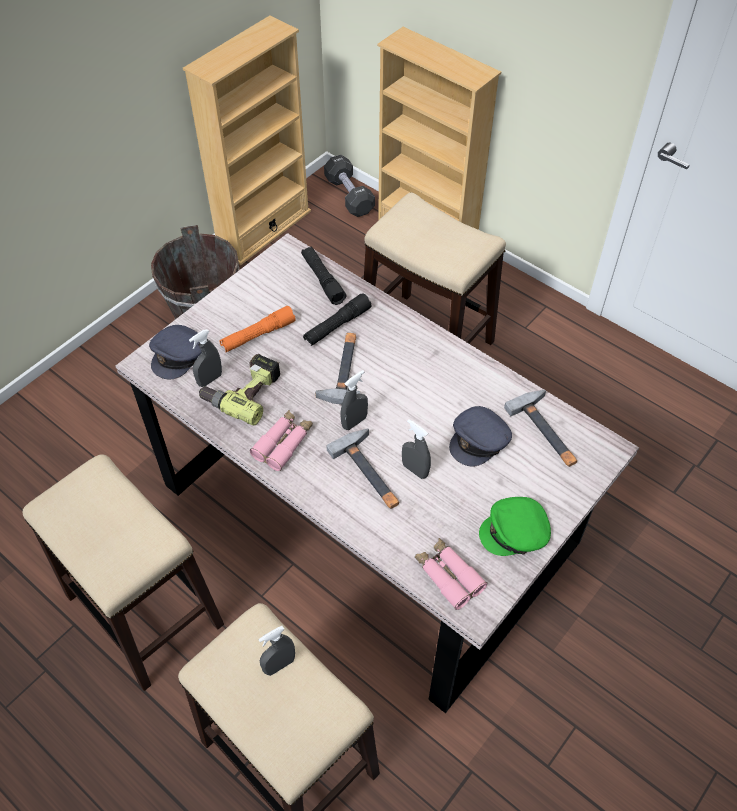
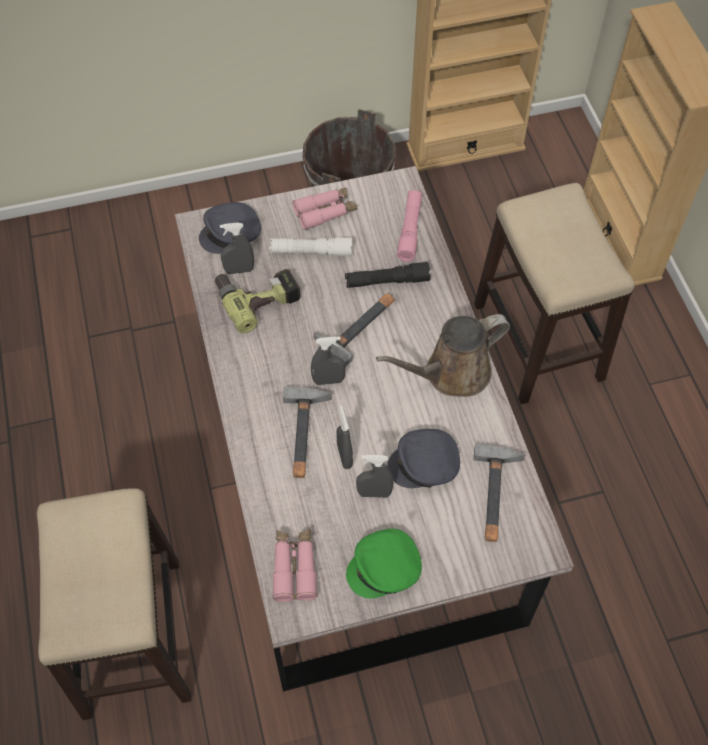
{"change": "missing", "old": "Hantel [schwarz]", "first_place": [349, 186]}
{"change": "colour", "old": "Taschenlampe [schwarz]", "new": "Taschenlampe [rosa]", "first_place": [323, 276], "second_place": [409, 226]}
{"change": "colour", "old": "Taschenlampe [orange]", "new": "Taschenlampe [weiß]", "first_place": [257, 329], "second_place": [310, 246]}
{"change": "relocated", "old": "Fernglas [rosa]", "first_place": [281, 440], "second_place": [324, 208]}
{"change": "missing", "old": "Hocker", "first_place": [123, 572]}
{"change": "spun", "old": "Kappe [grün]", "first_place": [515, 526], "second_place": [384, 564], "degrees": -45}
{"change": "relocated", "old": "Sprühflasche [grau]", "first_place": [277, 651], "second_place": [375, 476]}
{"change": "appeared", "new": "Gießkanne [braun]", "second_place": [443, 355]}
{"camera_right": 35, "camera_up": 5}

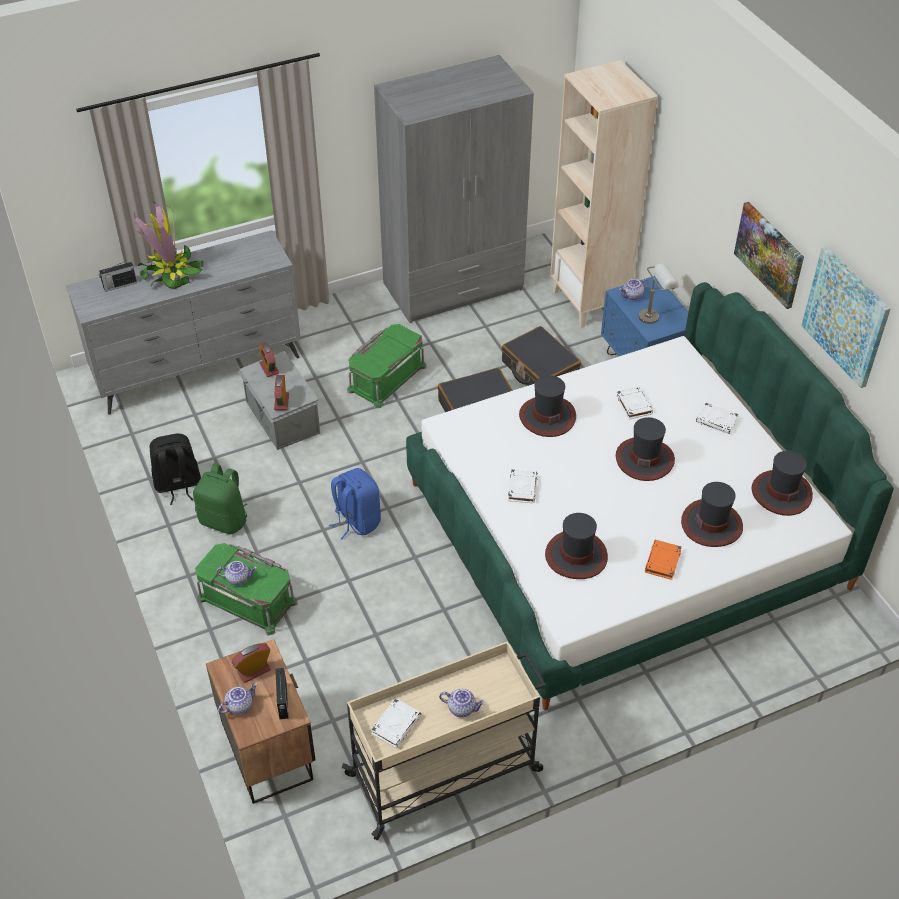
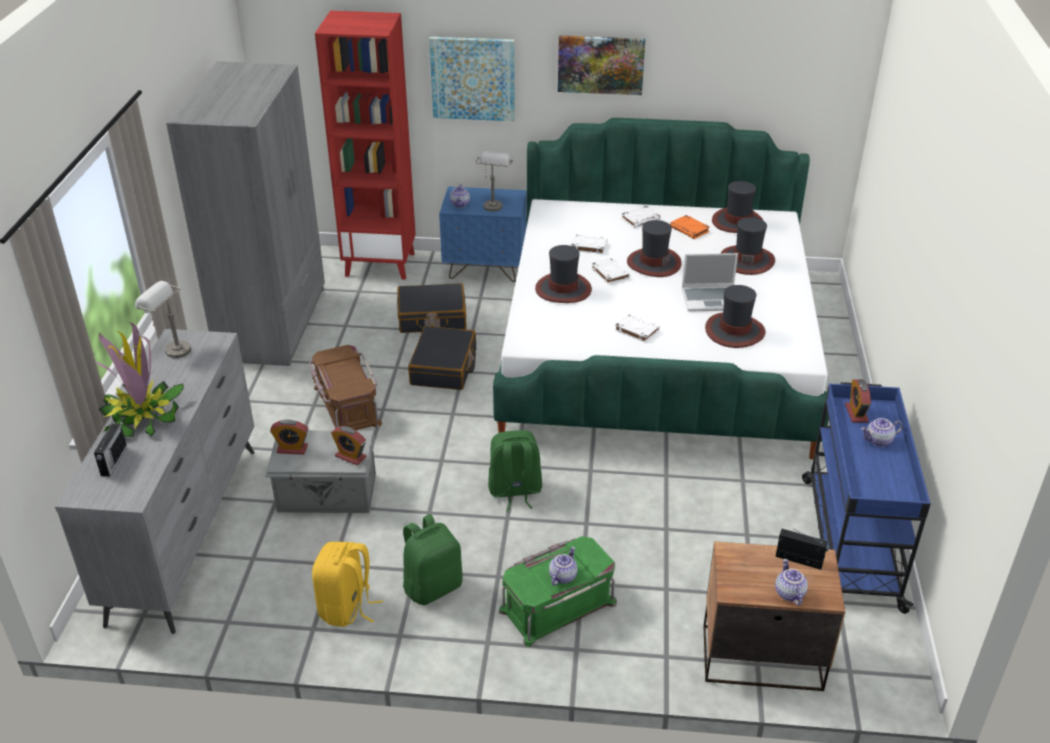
{"change": "colour", "old": "Bücherregal [beige]", "new": "Bücherregal [rot]", "first_place": [604, 194], "second_place": [365, 145]}
{"change": "relocated", "old": "Bild", "first_place": [846, 317], "second_place": [472, 79]}
{"change": "colour", "old": "Aufbewahrungsbox [grün]", "new": "Aufbewahrungsbox [braun]", "first_place": [387, 366], "second_place": [345, 387]}
{"change": "colour", "old": "Rucksack [schwarz]", "new": "Rucksack [gelb]", "first_place": [175, 469], "second_place": [347, 584]}
{"change": "colour", "old": "Rucksack [blau]", "new": "Rucksack [grün]", "first_place": [355, 503], "second_place": [515, 470]}
{"change": "relocated", "old": "Buch [orange]", "first_place": [663, 560], "second_place": [690, 227]}
{"change": "colour", "old": "Rollwagen [beige]", "new": "Rollwagen [blau]", "first_place": [444, 740], "second_place": [866, 498]}
{"change": "relocated", "old": "Wecker", "first_place": [251, 663], "second_place": [858, 401]}
{"change": "spun", "old": "Teekanne", "first_place": [462, 703], "second_place": [882, 432], "degrees": -150}
{"change": "relocated", "old": "Buch [weiß]", "first_place": [396, 723], "second_place": [610, 271]}
{"change": "appeared", "new": "Laptop", "second_place": [710, 282]}
{"change": "appeared", "new": "Tischlampe [grau]", "second_place": [163, 319]}
{"camera_right": -60, "camera_up": -10}

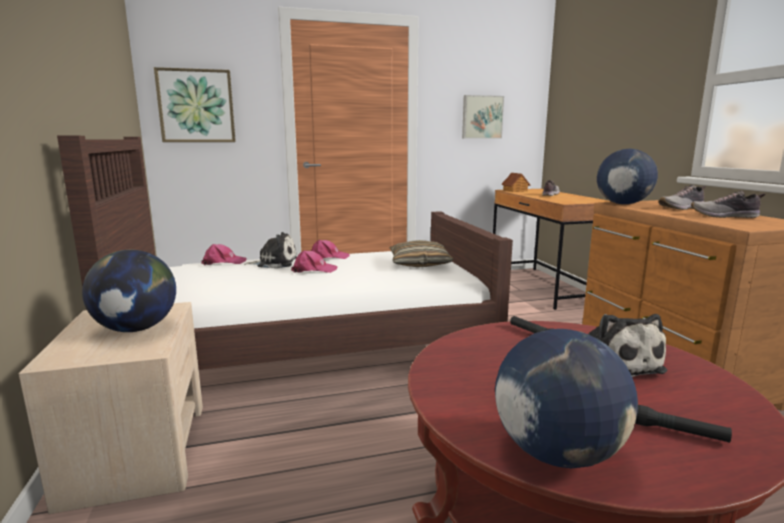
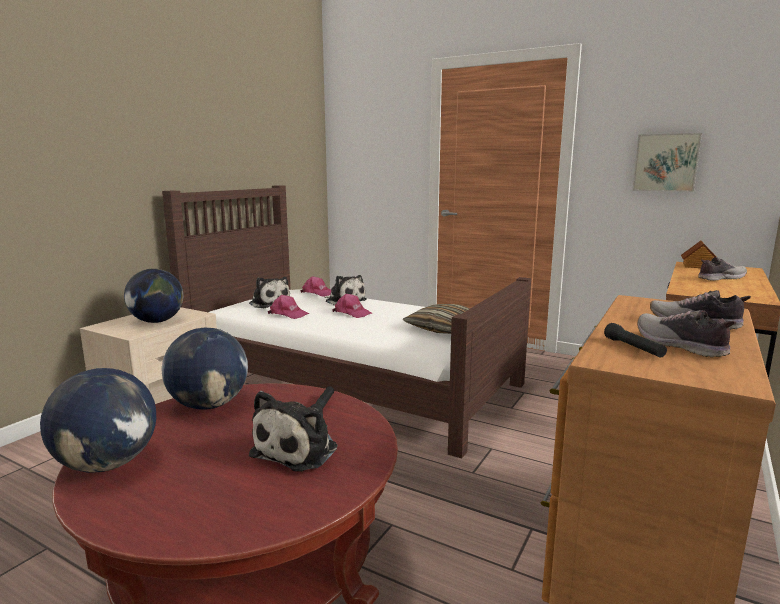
{"change": "missing", "old": "Bild", "first_place": [195, 104]}
{"change": "relocated", "old": "Globus", "first_place": [627, 176], "second_place": [205, 369]}
{"change": "relocated", "old": "Kappe [rosa]", "first_place": [330, 249], "second_place": [289, 307]}
{"change": "relocated", "old": "Taschenlampe [schwarz]", "first_place": [683, 424], "second_place": [635, 340]}
{"change": "appeared", "new": "Plüschtier", "second_place": [269, 292]}
{"camera_right": 45, "camera_up": 0}

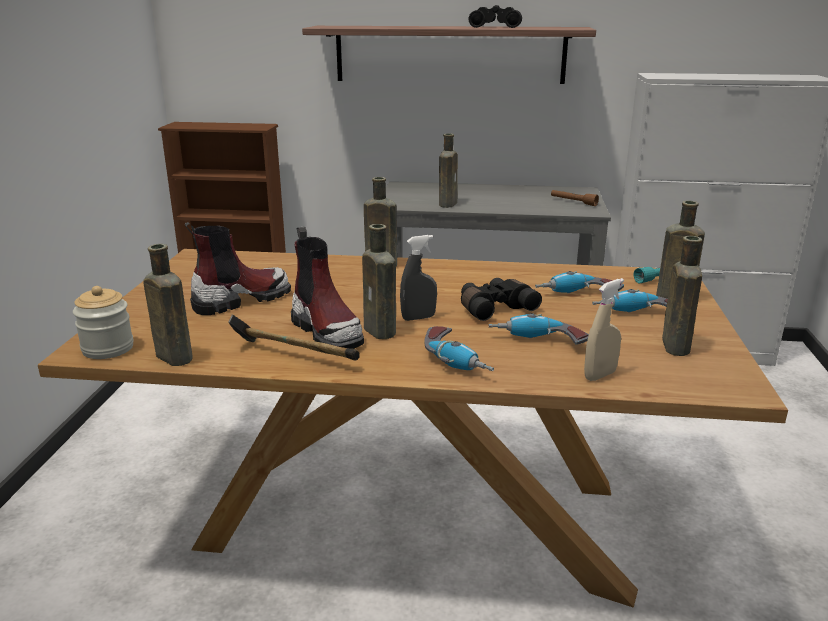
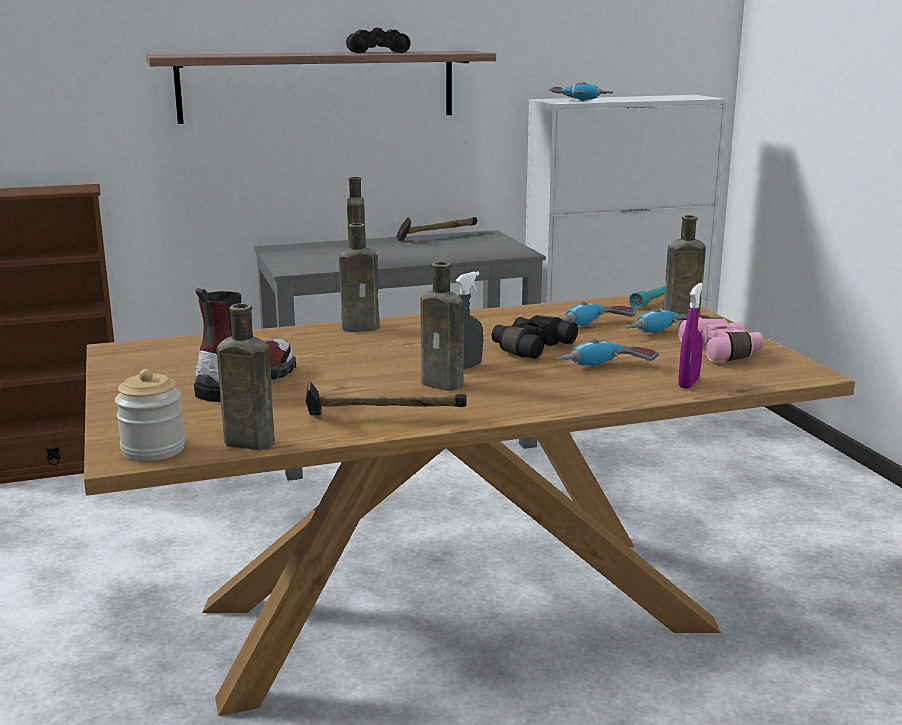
{"change": "missing", "old": "Taschenlampe [braun]", "first_place": [575, 198]}
{"change": "missing", "old": "Stiefel", "first_place": [327, 287]}
{"change": "exchanged", "old": "Flasche [braun]", "new": "Fernglas [rosa]", "first_place": [682, 296], "second_place": [721, 339]}
{"change": "colour", "old": "Sprühflasche [beige]", "new": "Sprühflasche [lila]", "first_place": [604, 329], "second_place": [691, 336]}
{"change": "relocated", "old": "Bohrmaschine", "first_place": [459, 348], "second_place": [581, 91]}
{"change": "appeared", "new": "Hammer", "second_place": [436, 229]}
{"camera_right": -25, "camera_up": -5}

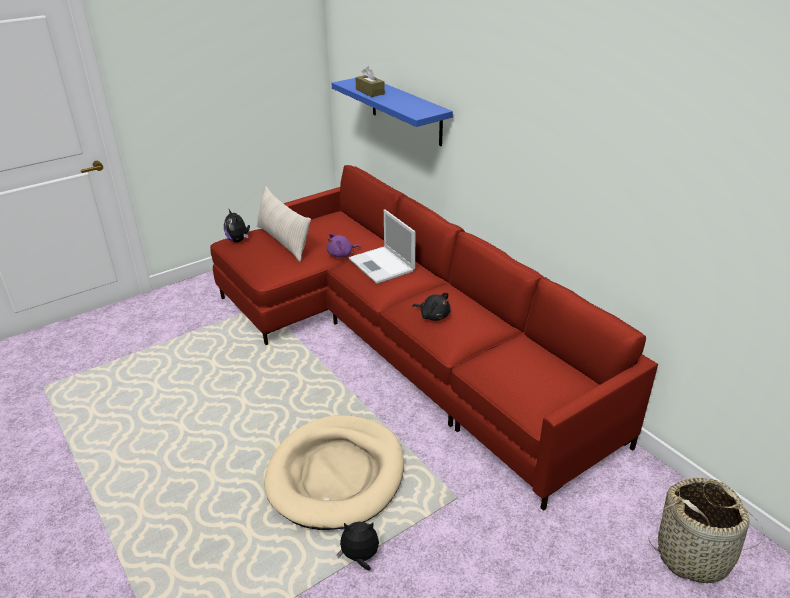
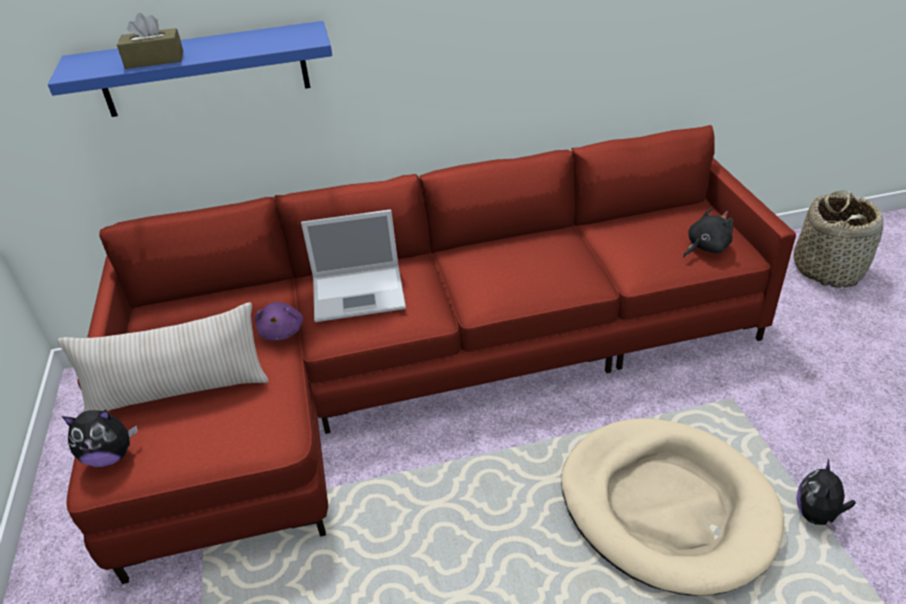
{"change": "relocated", "old": "Plüschtier [schwarz]", "first_place": [431, 307], "second_place": [708, 232]}
{"camera_right": -65, "camera_up": 5}

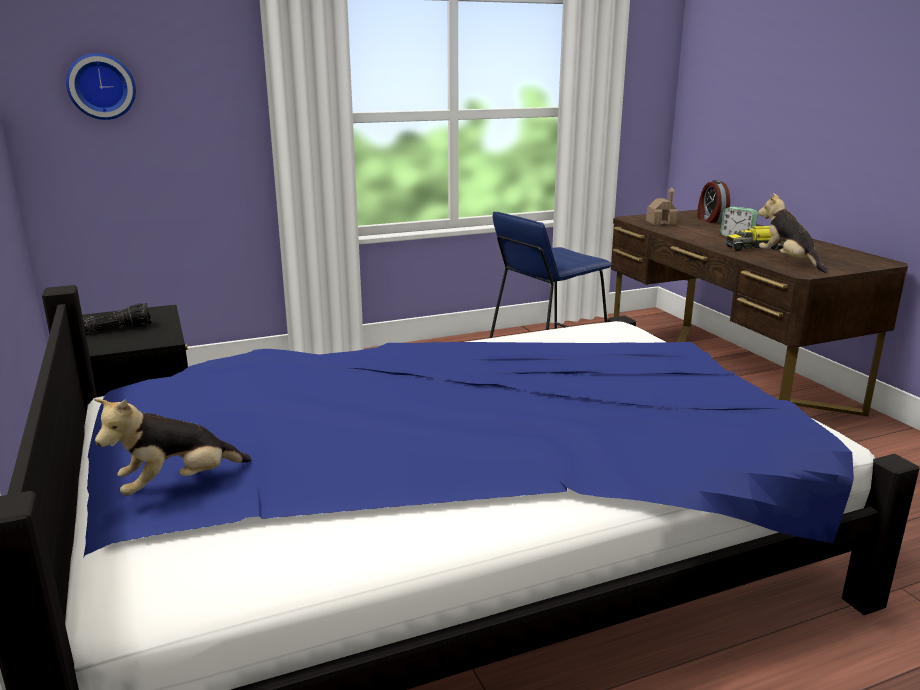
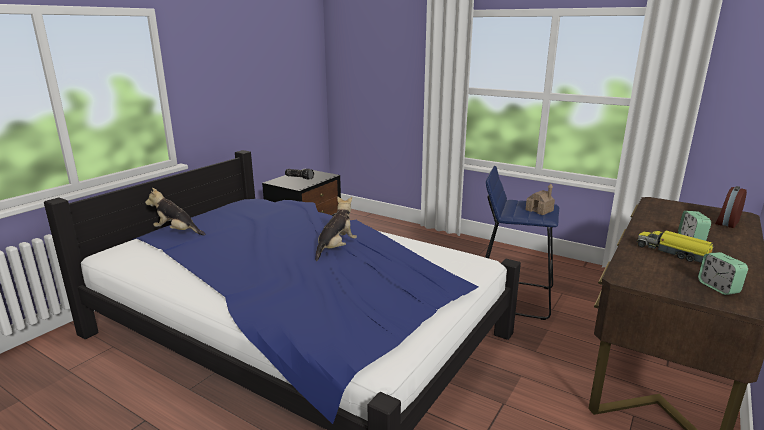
{"change": "missing", "old": "Wanduhr", "first_place": [101, 86]}
{"change": "relocated", "old": "Spielzeughaus", "first_place": [662, 206], "second_place": [540, 199]}
{"change": "relocated", "old": "Plüschtier", "first_place": [793, 233], "second_place": [336, 228]}
{"change": "appeared", "new": "Wecker", "second_place": [723, 273]}
{"camera_right": 55, "camera_up": 0}

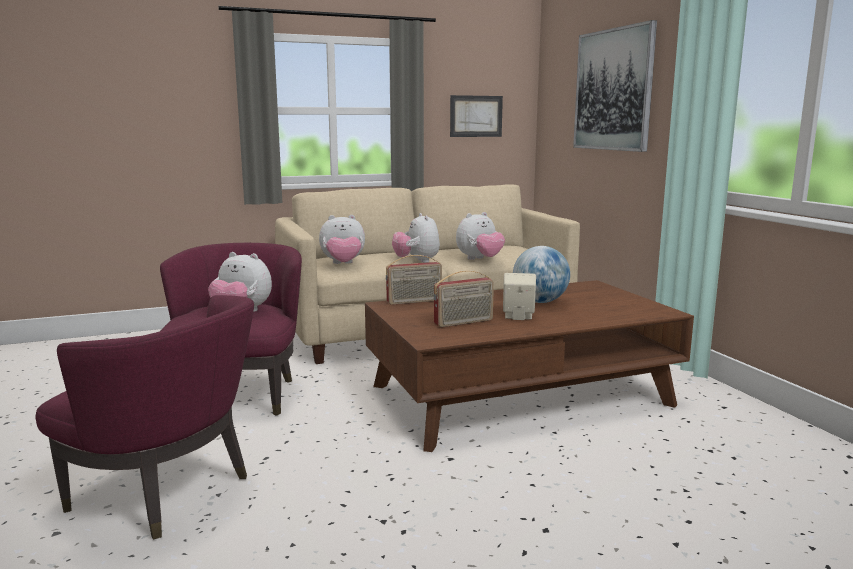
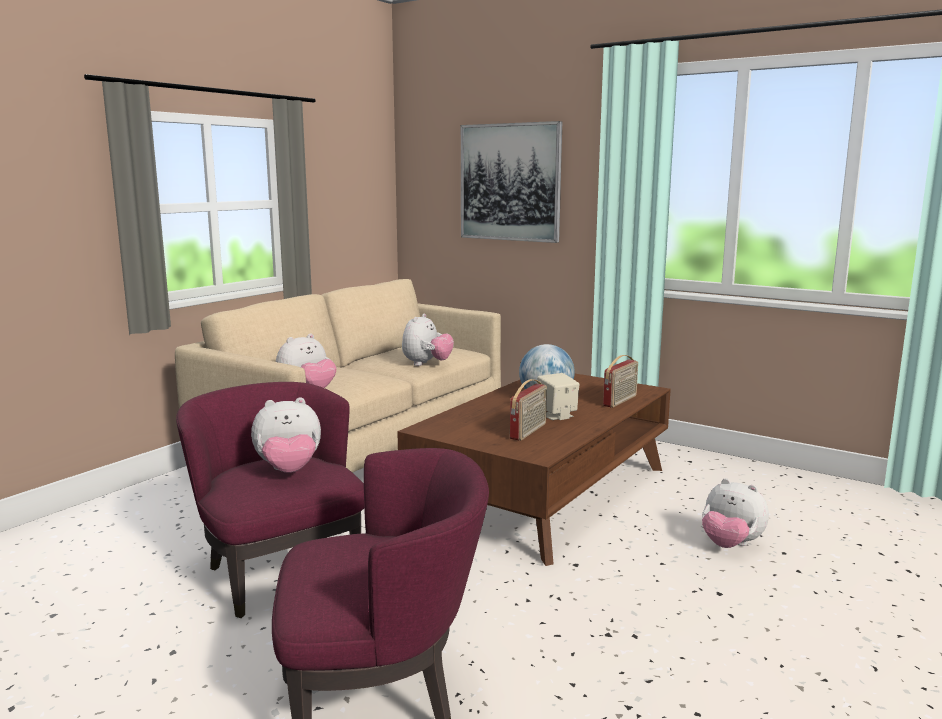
{"change": "missing", "old": "Bild", "first_place": [476, 116]}
{"change": "relocated", "old": "Plüschtier", "first_place": [416, 238], "second_place": [735, 513]}
{"change": "relocated", "old": "Radio", "first_place": [414, 280], "second_place": [620, 381]}
{"camera_right": -35, "camera_up": 0}

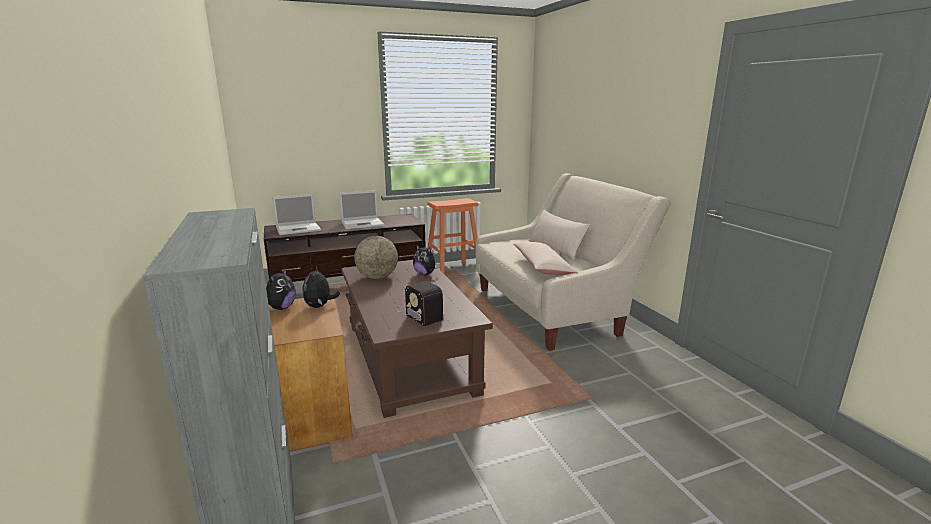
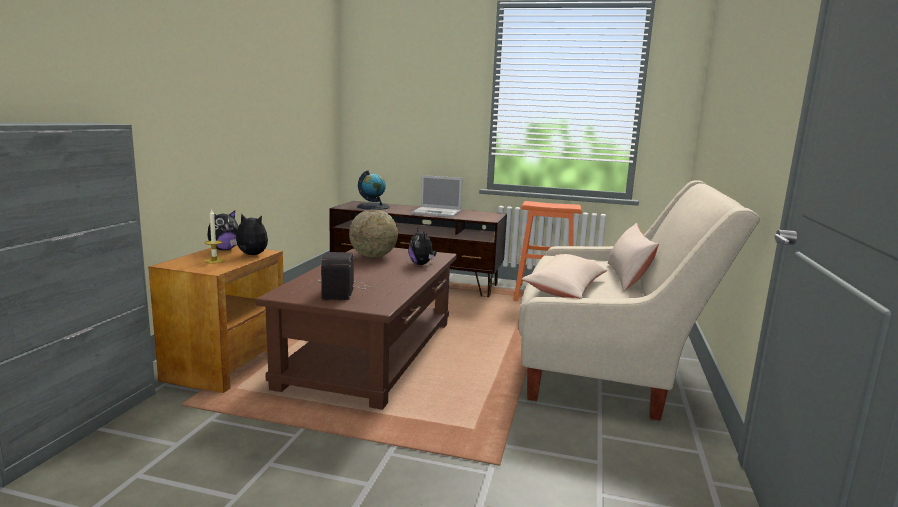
{"change": "exchanged", "old": "Laptop", "new": "Globus", "first_place": [296, 214], "second_place": [373, 190]}
{"change": "spun", "old": "Plüschtier", "first_place": [321, 287], "second_place": [249, 234], "degrees": 75}
{"change": "appeared", "new": "Kerze", "second_place": [214, 236]}
{"camera_right": 35, "camera_up": -5}

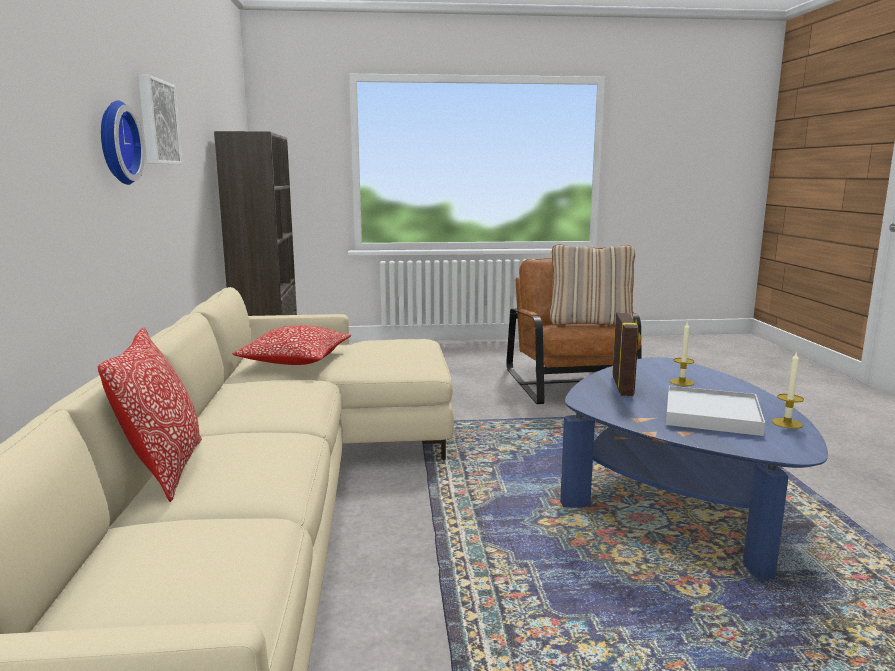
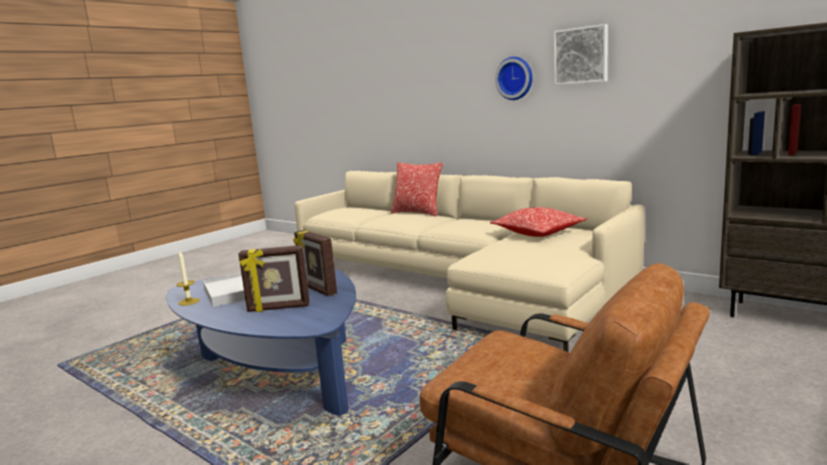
{"change": "missing", "old": "Kissen [beige]", "first_place": [592, 285]}
{"change": "exchanged", "old": "Kerze", "new": "Bilderrahmen", "first_place": [682, 353], "second_place": [274, 278]}
{"camera_right": 135, "camera_up": 0}

